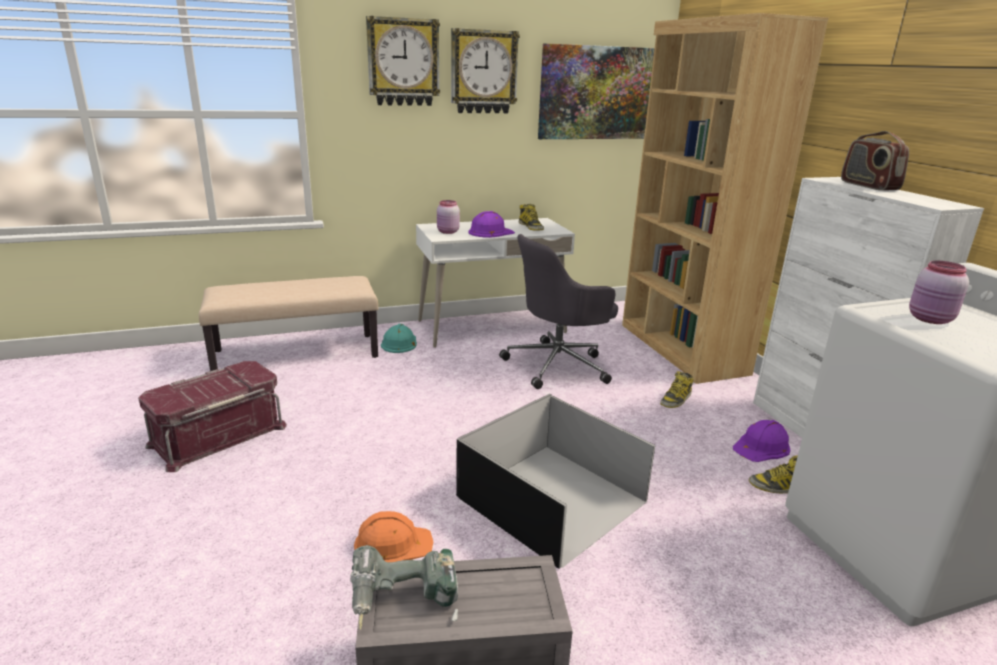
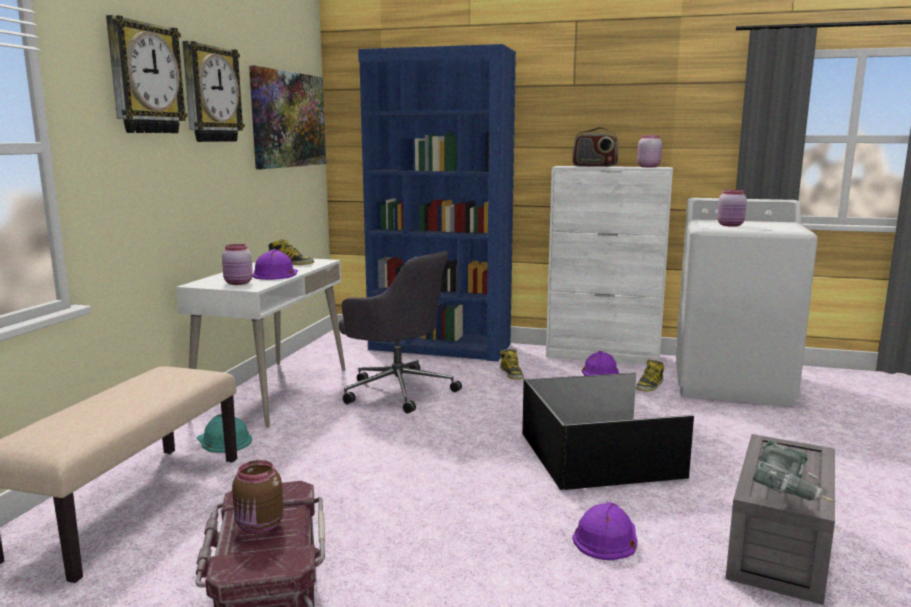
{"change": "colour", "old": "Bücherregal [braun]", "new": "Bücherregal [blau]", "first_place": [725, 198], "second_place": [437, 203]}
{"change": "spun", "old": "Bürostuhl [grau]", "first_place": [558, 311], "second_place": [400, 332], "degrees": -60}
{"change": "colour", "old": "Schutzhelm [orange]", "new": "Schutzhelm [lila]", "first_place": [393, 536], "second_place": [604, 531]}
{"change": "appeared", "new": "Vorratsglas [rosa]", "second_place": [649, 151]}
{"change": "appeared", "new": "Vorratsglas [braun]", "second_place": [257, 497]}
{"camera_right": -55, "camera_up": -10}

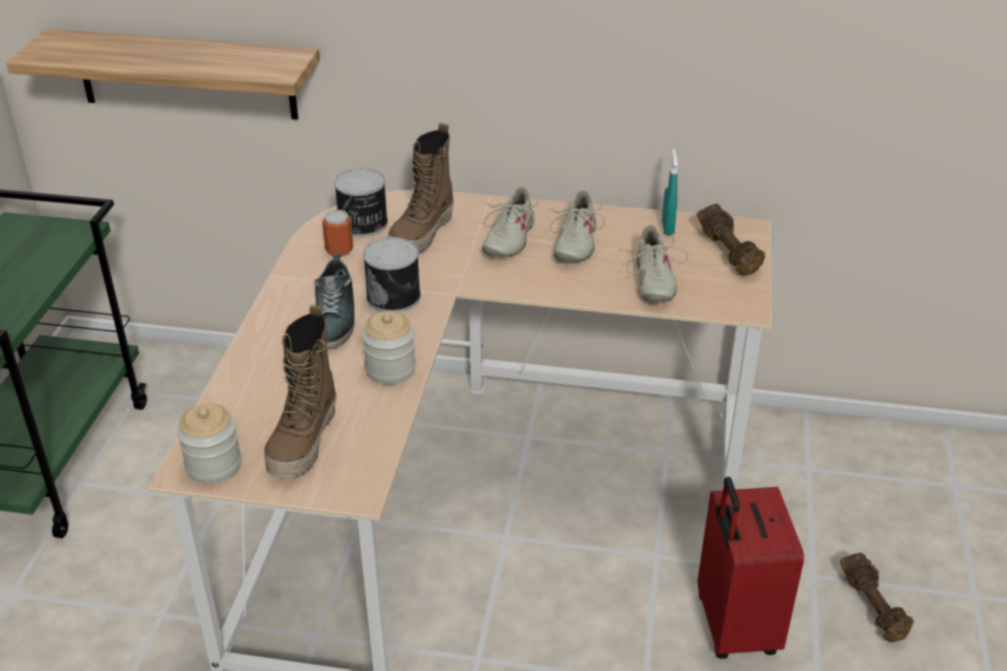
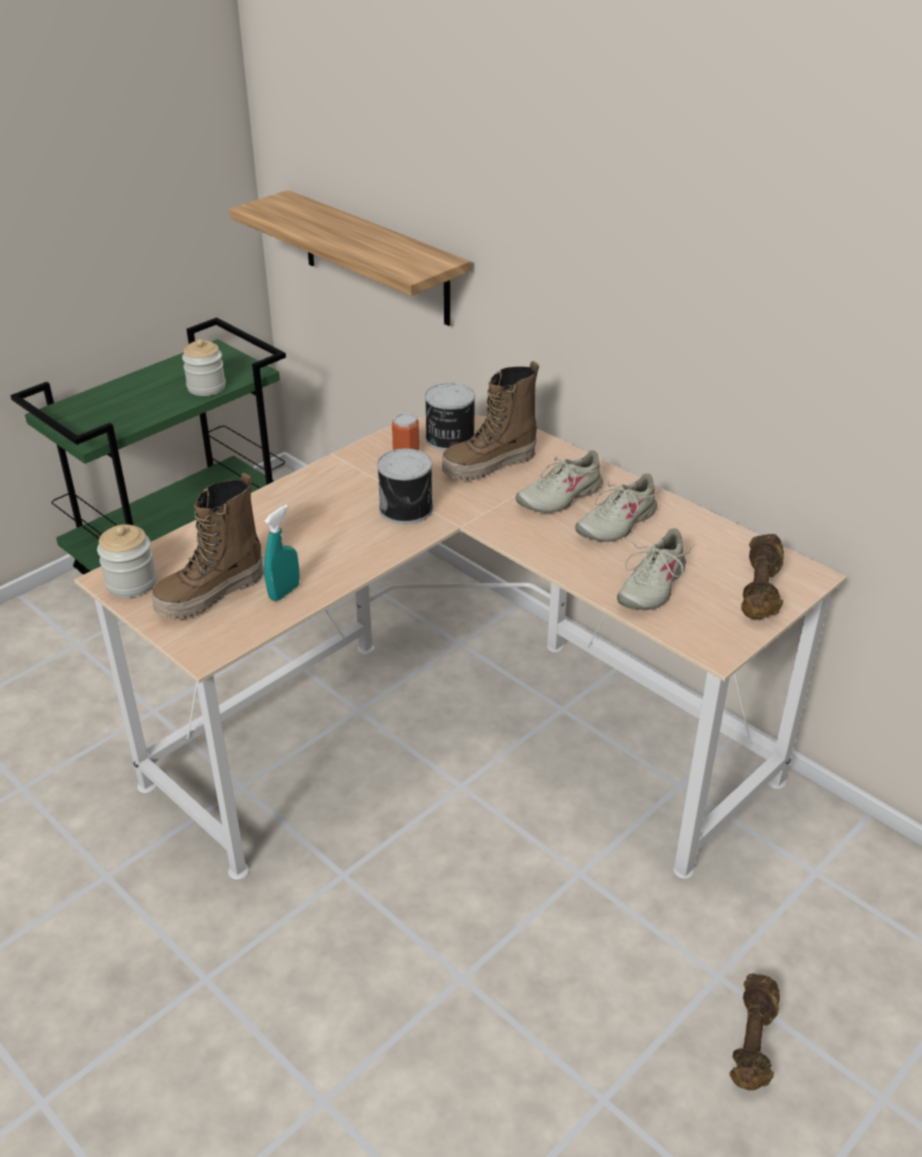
{"change": "relocated", "old": "Sprühflasche [türkis]", "first_place": [670, 193], "second_place": [282, 553]}
{"change": "missing", "old": "Schuh", "first_place": [334, 301]}
{"change": "relocated", "old": "Vorratsglas", "first_place": [389, 347], "second_place": [204, 367]}
{"change": "missing", "old": "Koffer [rot]", "first_place": [751, 568]}
{"camera_right": 35, "camera_up": 0}

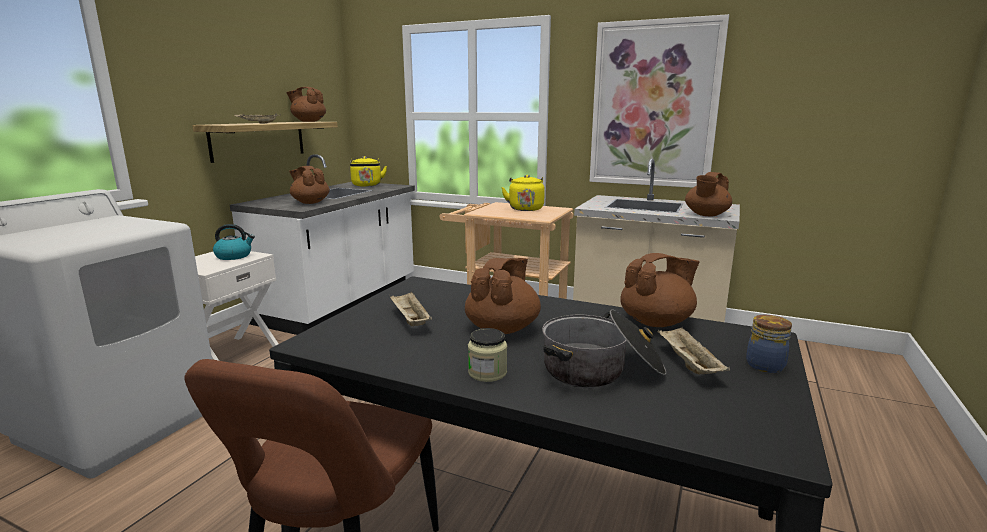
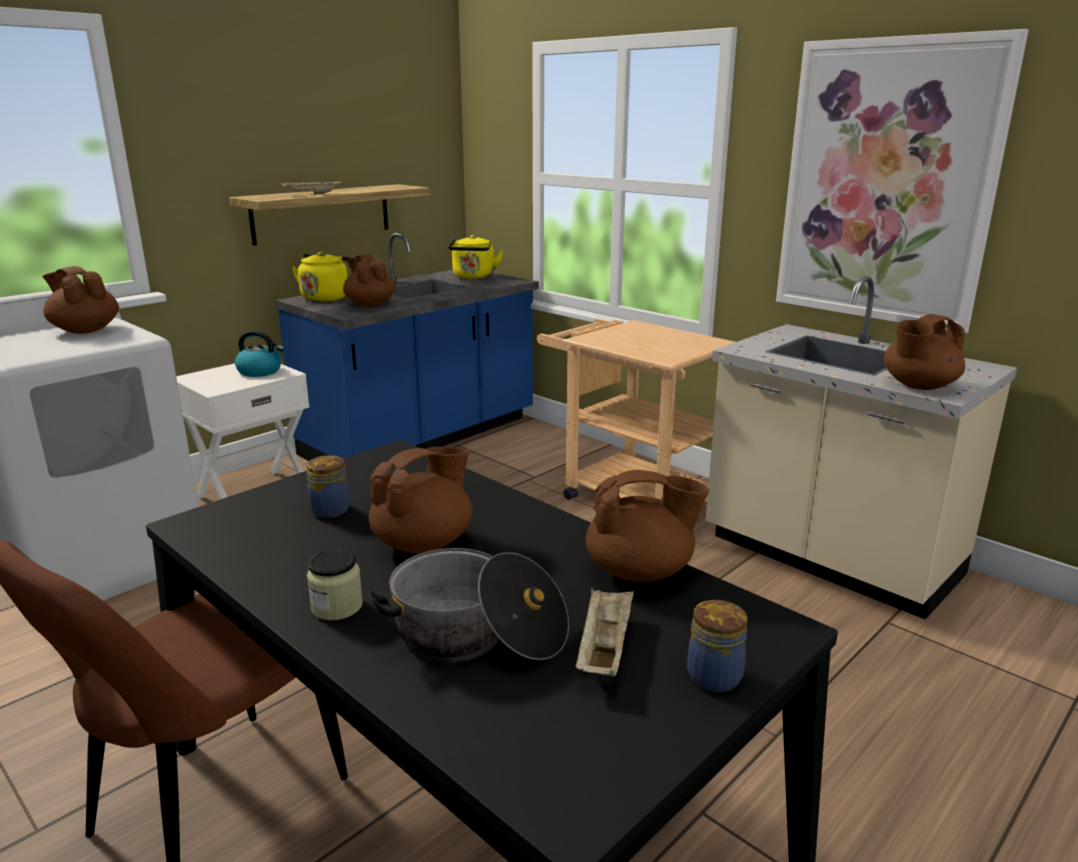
{"change": "relocated", "old": "Teekanne [braun]", "first_place": [306, 104], "second_place": [80, 300]}
{"change": "colour", "old": "Küchenzeile [weiß]", "new": "Küchenzeile [blau]", "first_place": [322, 244], "second_place": [407, 347]}
{"change": "relocated", "old": "Wasserkessel [gelb]", "first_place": [523, 193], "second_place": [322, 277]}
{"change": "exchanged", "old": "Tablett [beige]", "new": "Vorratsglas", "first_place": [411, 309], "second_place": [328, 486]}
{"camera_right": 20, "camera_up": 5}

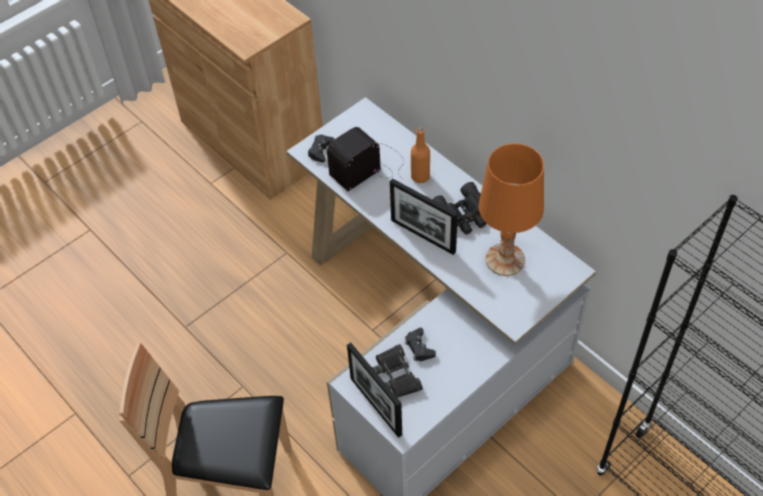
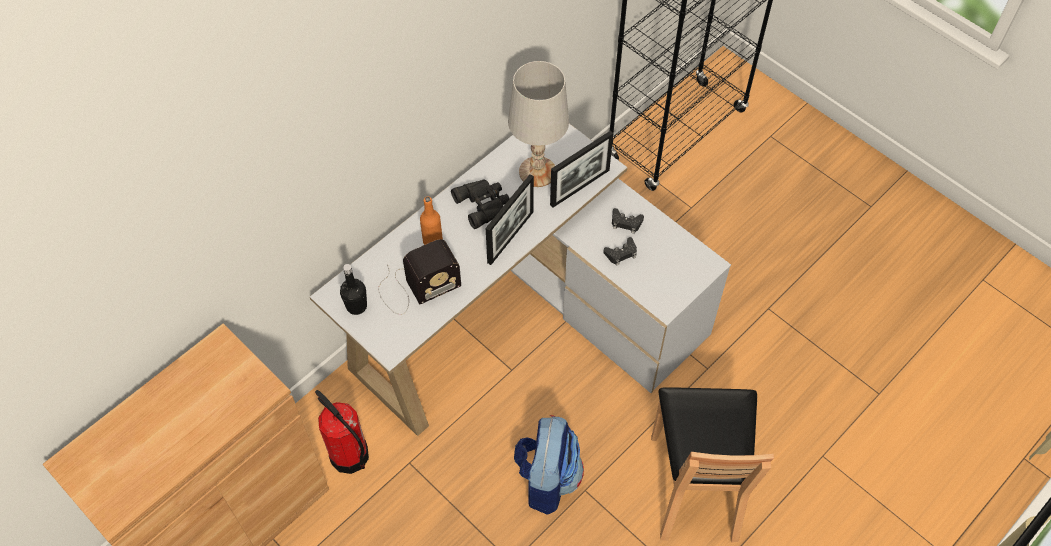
{"change": "spun", "old": "Radio", "first_place": [365, 159], "second_place": [419, 277], "degrees": -75}
{"change": "relocated", "old": "Gamepad [schwarz]", "first_place": [321, 149], "second_place": [628, 221]}
{"change": "colour", "old": "Tischlampe [orange]", "new": "Tischlampe [weiß]", "first_place": [511, 209], "second_place": [538, 124]}
{"change": "relocated", "old": "Bilderrahmen", "first_place": [374, 390], "second_place": [581, 169]}
{"change": "missing", "old": "Fernglas [schwarz]", "first_place": [397, 371]}
{"change": "appeared", "new": "Flasche [schwarz]", "second_place": [353, 289]}
{"change": "appeared", "new": "Feuerlöscher", "second_place": [342, 432]}
{"change": "appeared", "new": "Rucksack", "second_place": [549, 464]}
{"camera_right": -95, "camera_up": 5}

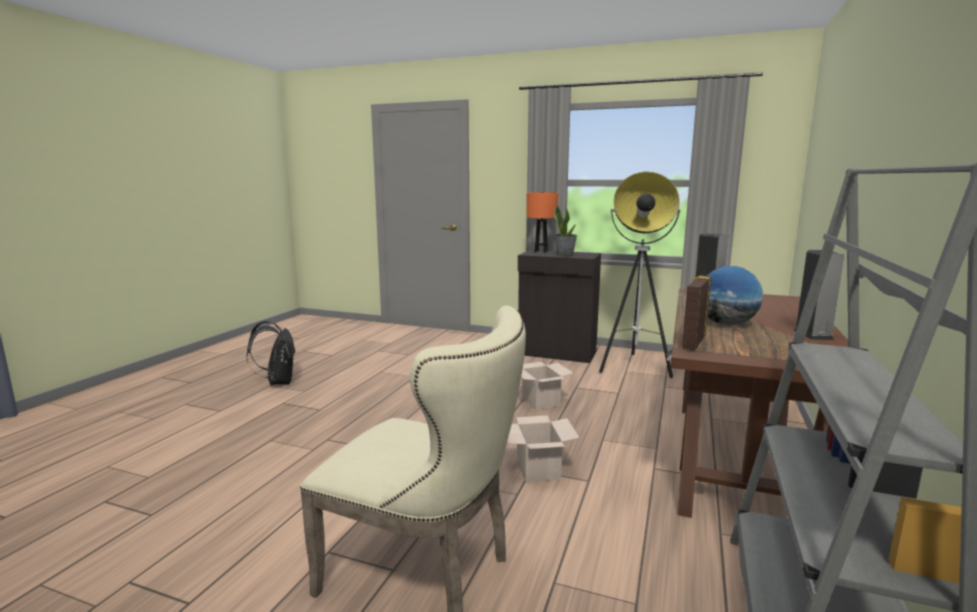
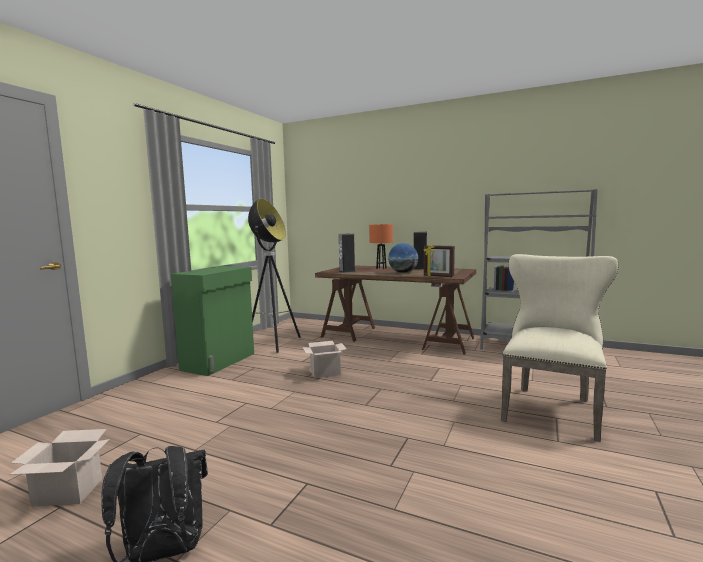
{"change": "relocated", "old": "Tischlampe [orange]", "first_place": [542, 222], "second_place": [381, 246]}
{"change": "missing", "old": "Topfpflanze", "first_place": [565, 231]}
{"change": "colour", "old": "Schrank [schwarz]", "new": "Schrank [grün]", "first_place": [559, 306], "second_place": [212, 321]}
{"change": "relocated", "old": "Karton", "first_place": [544, 449], "second_place": [59, 468]}
{"camera_right": -85, "camera_up": -5}

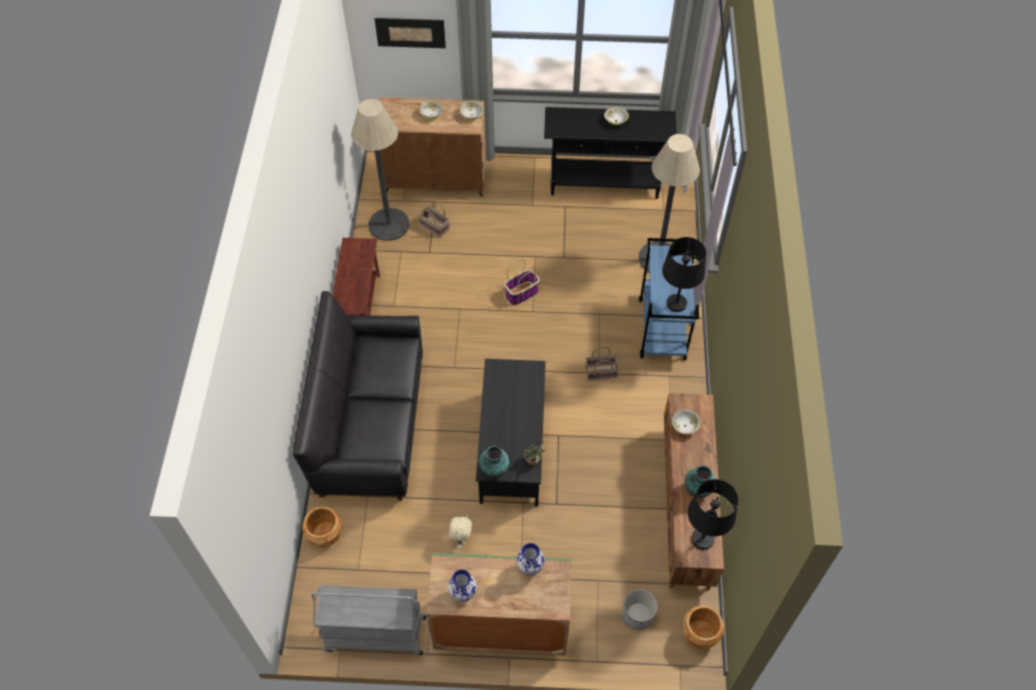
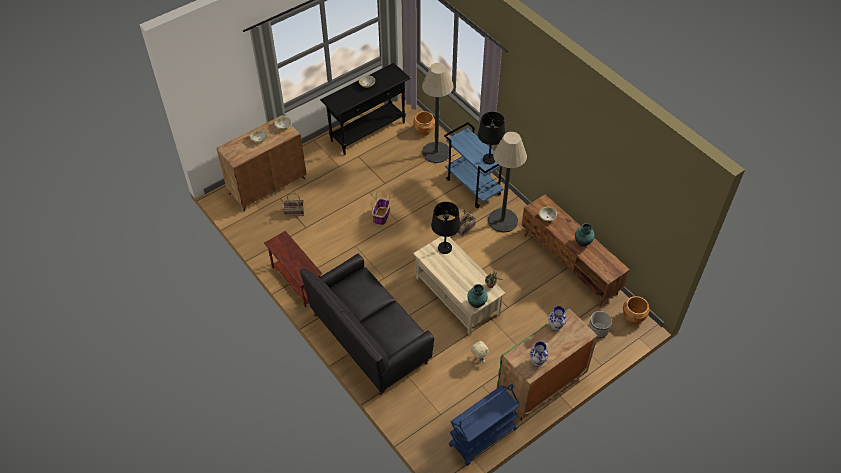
{"change": "missing", "old": "Bild", "first_place": [410, 33]}
{"change": "relocated", "old": "Stehlampe", "first_place": [380, 170], "second_place": [507, 182]}
{"change": "colour", "old": "Couchtisch [schwarz]", "new": "Couchtisch [beige]", "first_place": [511, 432], "second_place": [459, 285]}
{"change": "relocated", "old": "Tischlampe [schwarz]", "first_place": [713, 514], "second_place": [445, 228]}
{"change": "relocated", "old": "Pflanzkübel [braun]", "first_place": [322, 527], "second_place": [424, 123]}
{"change": "colour", "old": "Rollwagen [grau]", "new": "Rollwagen [blau]", "first_place": [369, 620], "second_place": [484, 425]}
{"camera_right": -40, "camera_up": -5}

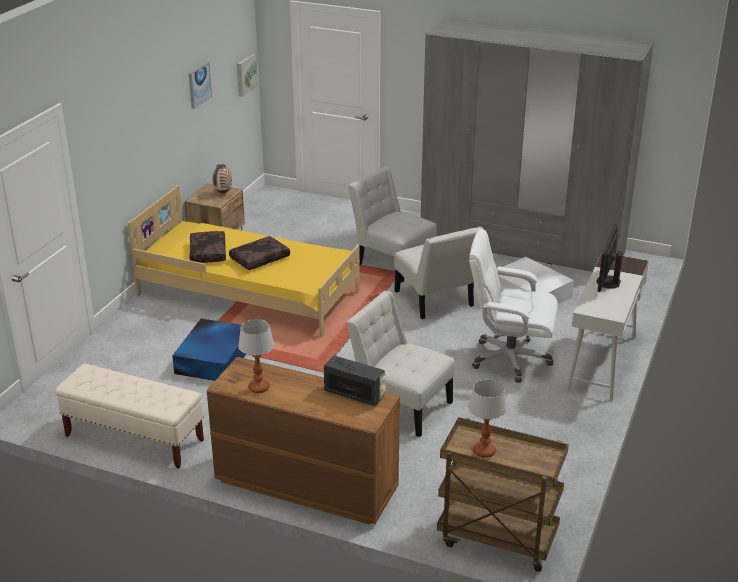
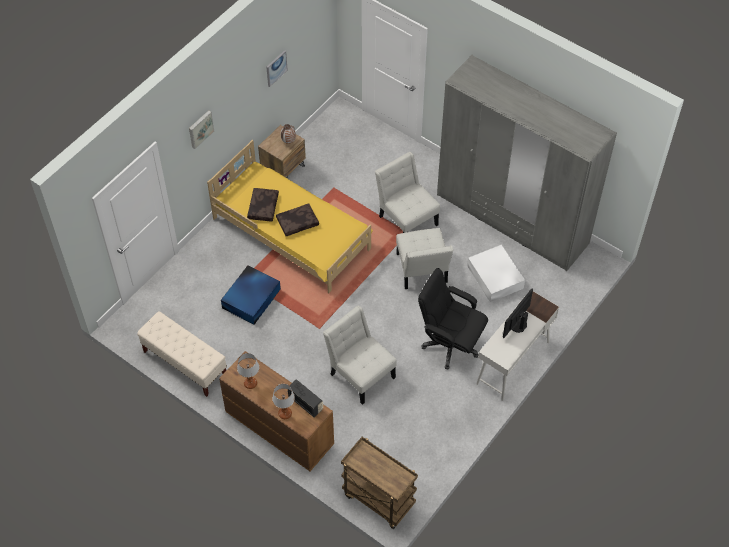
{"change": "relocated", "old": "Bild", "first_place": [247, 75], "second_place": [201, 129]}
{"change": "colour", "old": "Bürostuhl [weiß]", "new": "Bürostuhl [schwarz]", "first_place": [513, 305], "second_place": [453, 318]}
{"change": "relocated", "old": "Tischlampe", "first_place": [487, 419], "second_place": [283, 401]}
{"camera_right": 15, "camera_up": 25}

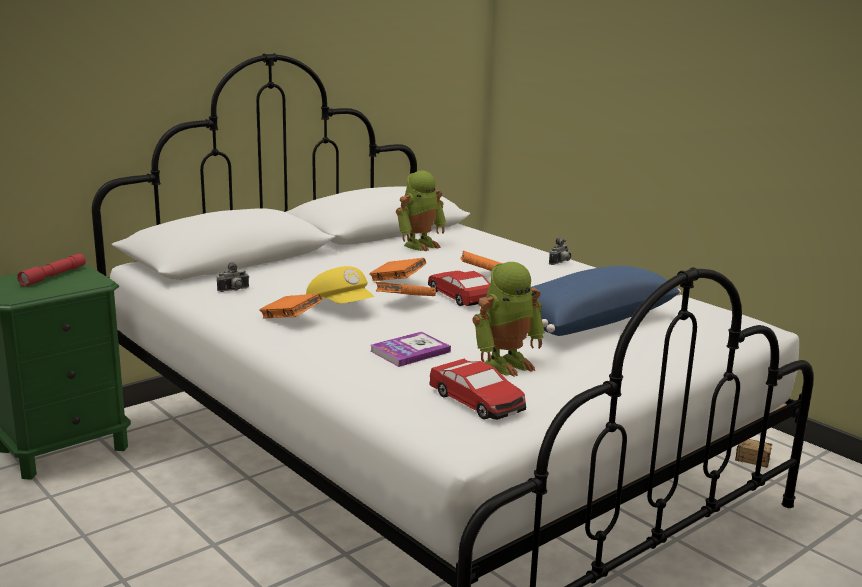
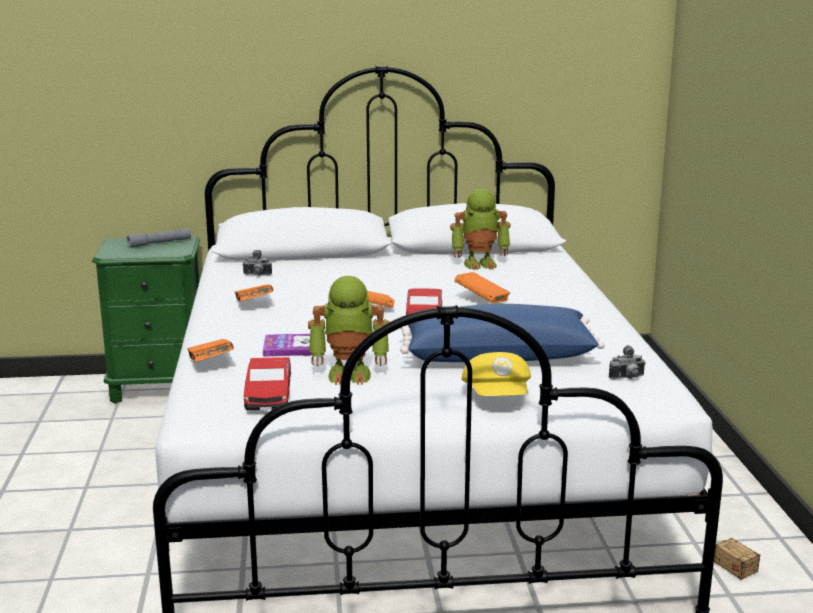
{"change": "relocated", "old": "Kamera", "first_place": [560, 251], "second_place": [627, 362]}
{"change": "colour", "old": "Taschenlampe [rot]", "new": "Taschenlampe [grau]", "first_place": [51, 270], "second_place": [159, 238]}
{"change": "relocated", "old": "Buch [orange]", "first_place": [397, 269], "second_place": [210, 350]}
{"change": "relocated", "old": "Kappe [gelb]", "first_place": [340, 285], "second_place": [496, 374]}
{"camera_right": 35, "camera_up": 0}

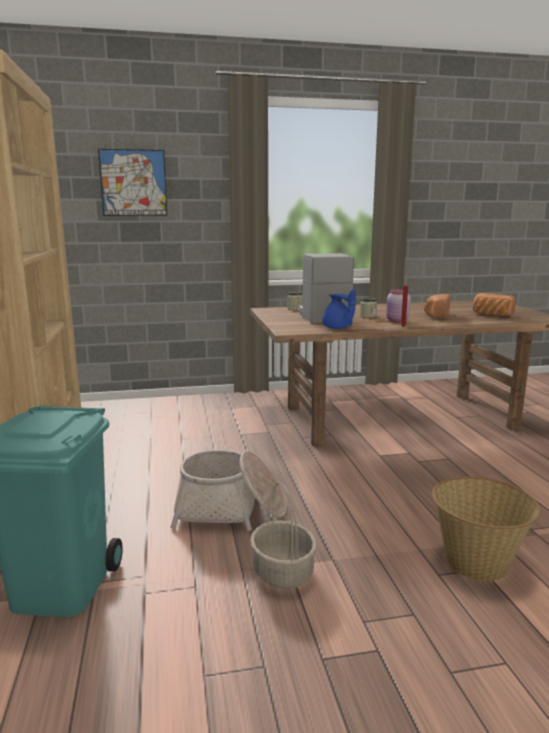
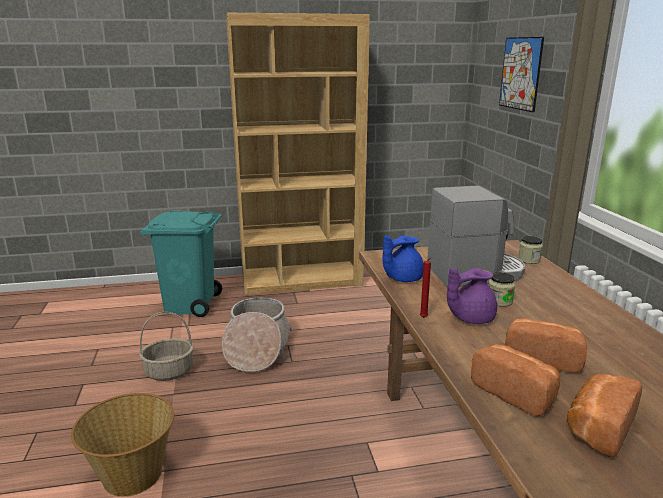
{"change": "exchanged", "old": "Vorratsglas [rosa]", "new": "Teekanne [lila]", "first_place": [398, 305], "second_place": [472, 296]}
{"change": "appeared", "new": "Brot", "second_place": [516, 380]}
{"camera_right": 90, "camera_up": 5}

